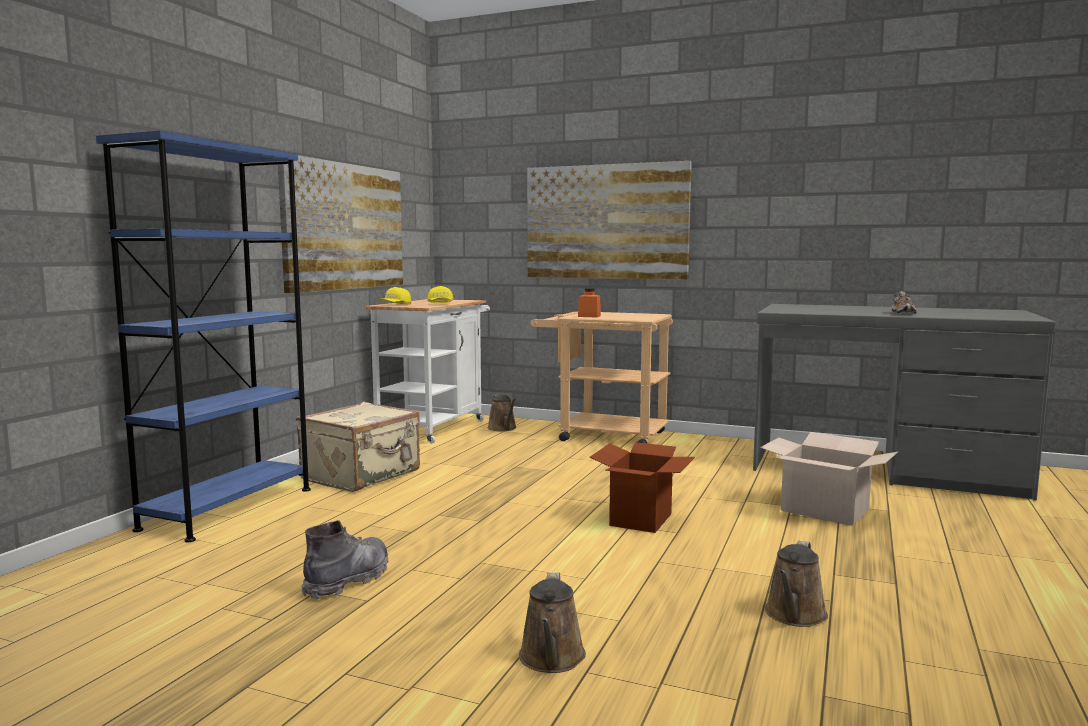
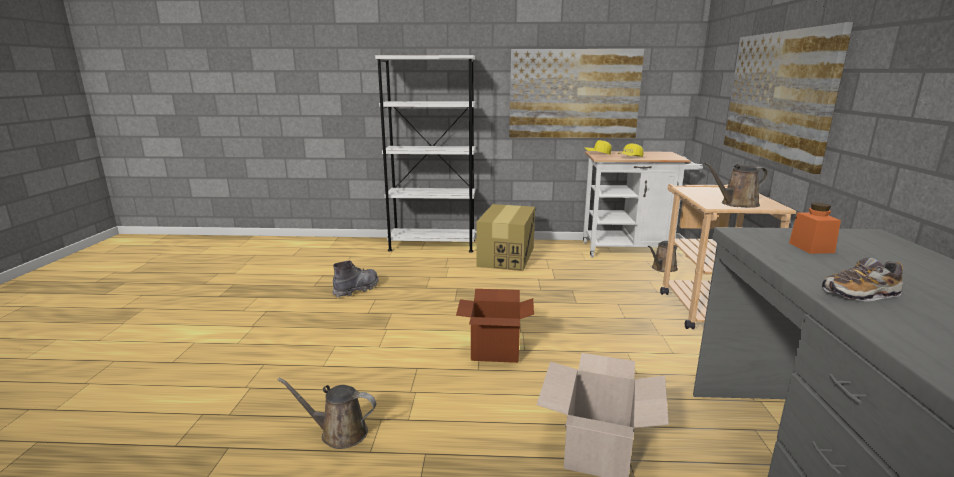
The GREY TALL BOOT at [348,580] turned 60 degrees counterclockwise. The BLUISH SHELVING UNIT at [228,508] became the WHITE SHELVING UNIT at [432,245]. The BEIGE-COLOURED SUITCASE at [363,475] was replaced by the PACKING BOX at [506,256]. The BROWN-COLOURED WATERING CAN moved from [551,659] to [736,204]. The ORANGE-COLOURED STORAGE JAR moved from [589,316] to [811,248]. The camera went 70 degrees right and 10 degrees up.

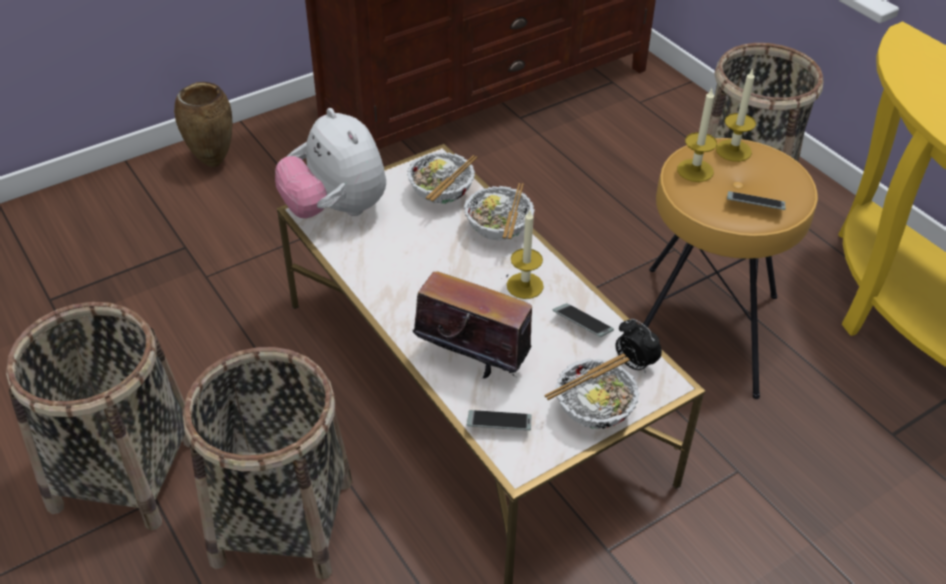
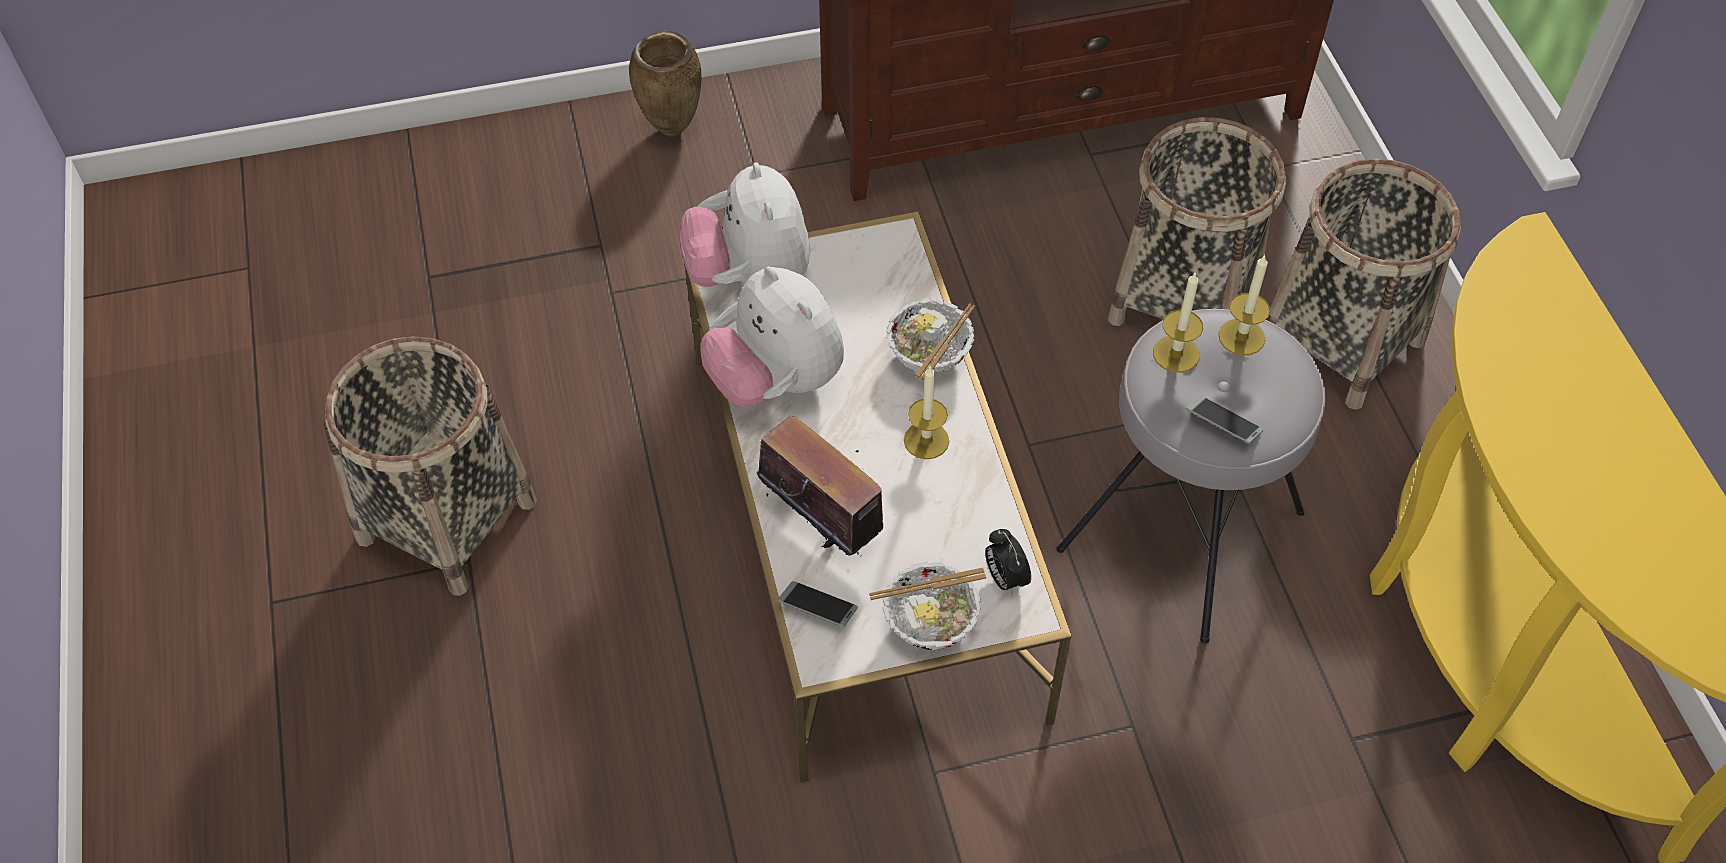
The PLUSH TOY at [776,381] appeared. The BROWN-COLOURED STOOL SEAT at [702,329] became the GREY STOOL SEAT at [1183,531]. The HOUSEHOLD BASKET moved from [282,521] to [1182,300]. The BOWL at [442,194] disappeared. The PHONE at [582,324] disappeared. The camera went 20 degrees right and 10 degrees up.

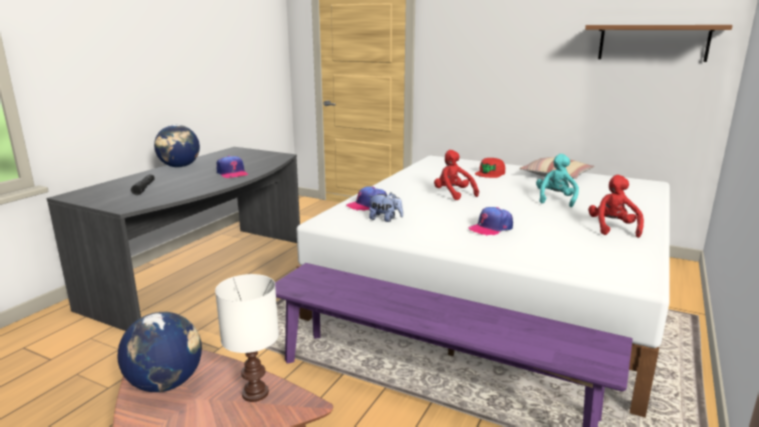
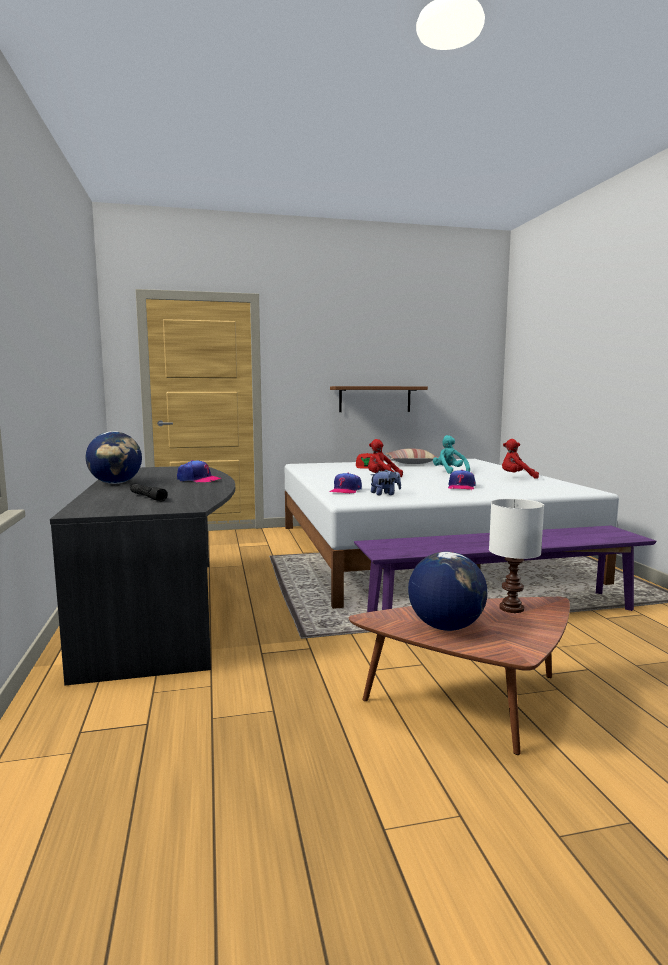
The BROWN-COLOURED SHELF moved from [653,42] to [375,399]. The RED-COLOURED PLUSH TOY at [612,228] turned 45 degrees counterclockwise. The camera went 40 degrees left and 10 degrees down.

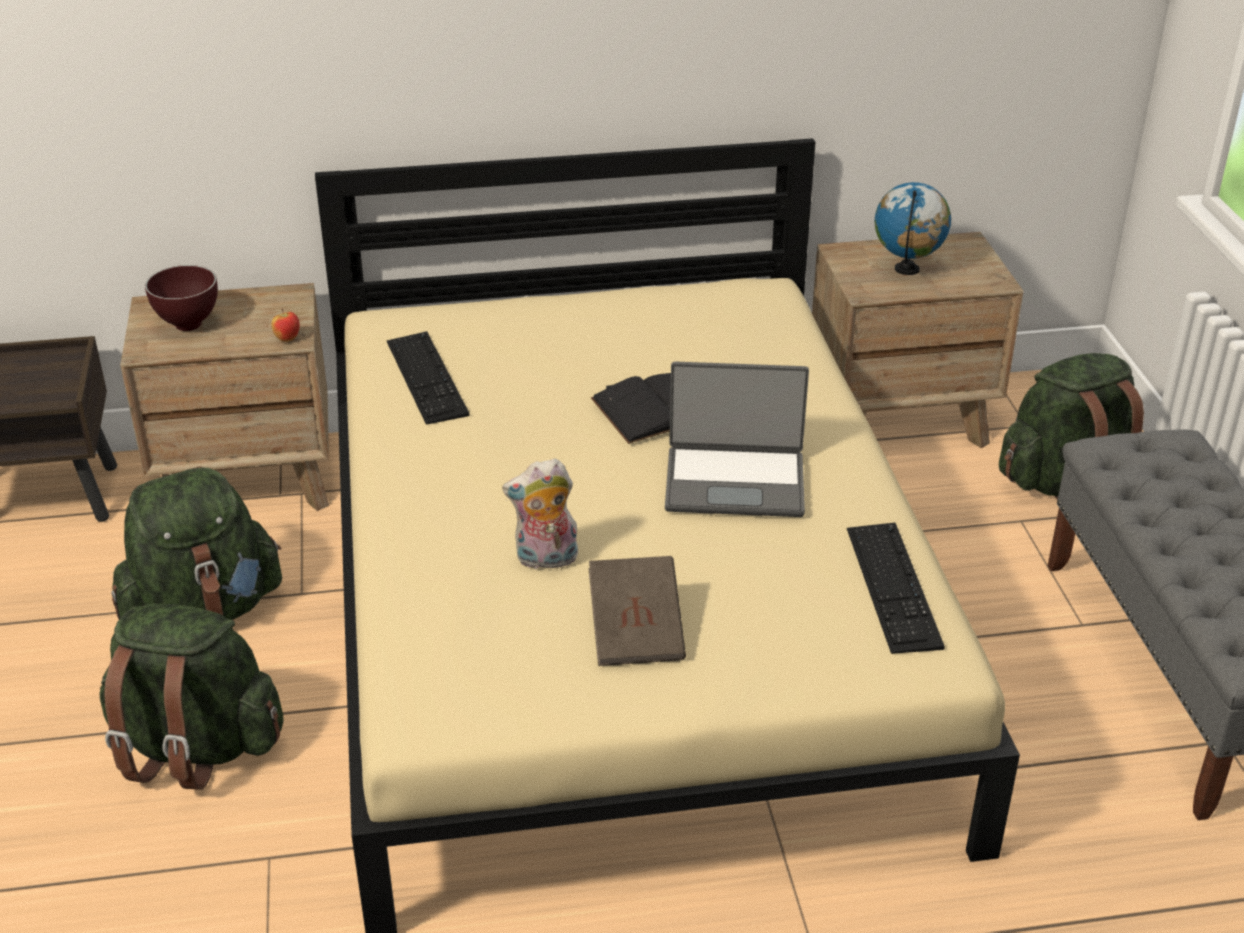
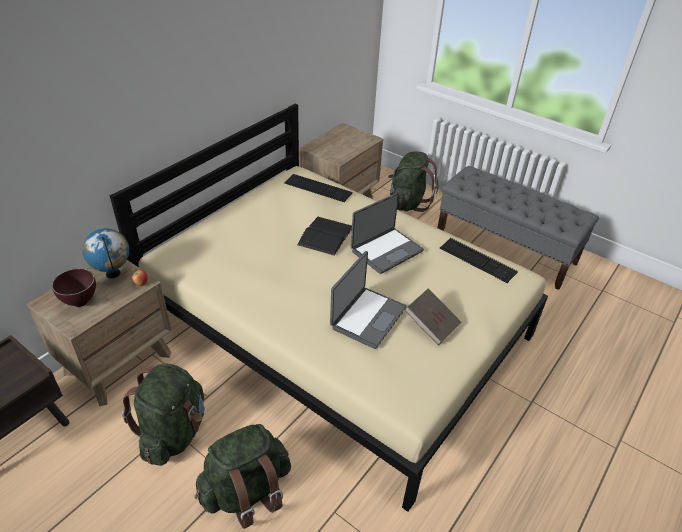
The DESK GLOBE moved from [907,270] to [113,274]. The KEYBOARD moved from [426,377] to [318,188]. The PLUSH TOY at [545,560] was replaced by the NOTEBOOK COMPUTER at [367,317]. The camera went 45 degrees left and 5 degrees up.

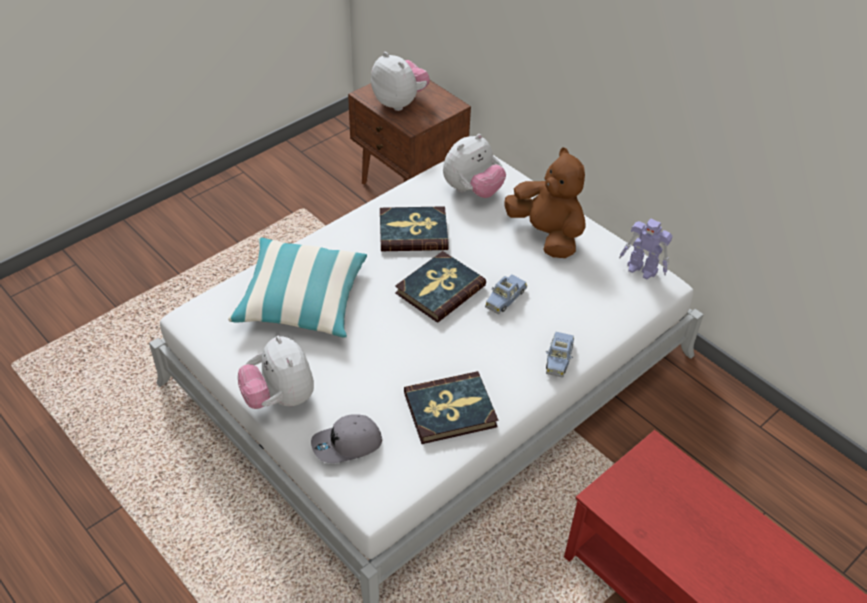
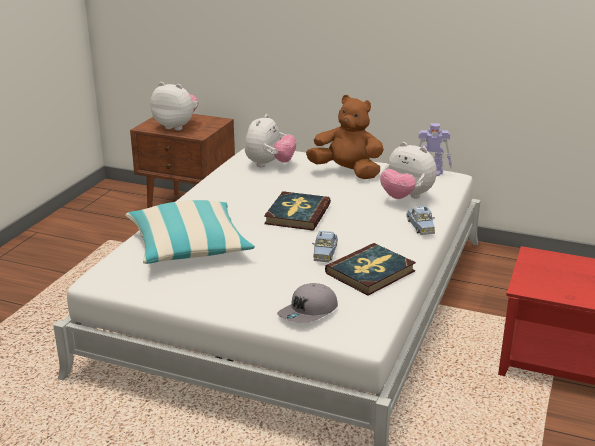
The BLUISH MODEL CAR moved from [505,298] to [325,252]. The PLUSH TOY moved from [280,398] to [406,197]. The BOUND BOOK at [413,232] disappeared. The camera went 25 degrees left and 20 degrees down.

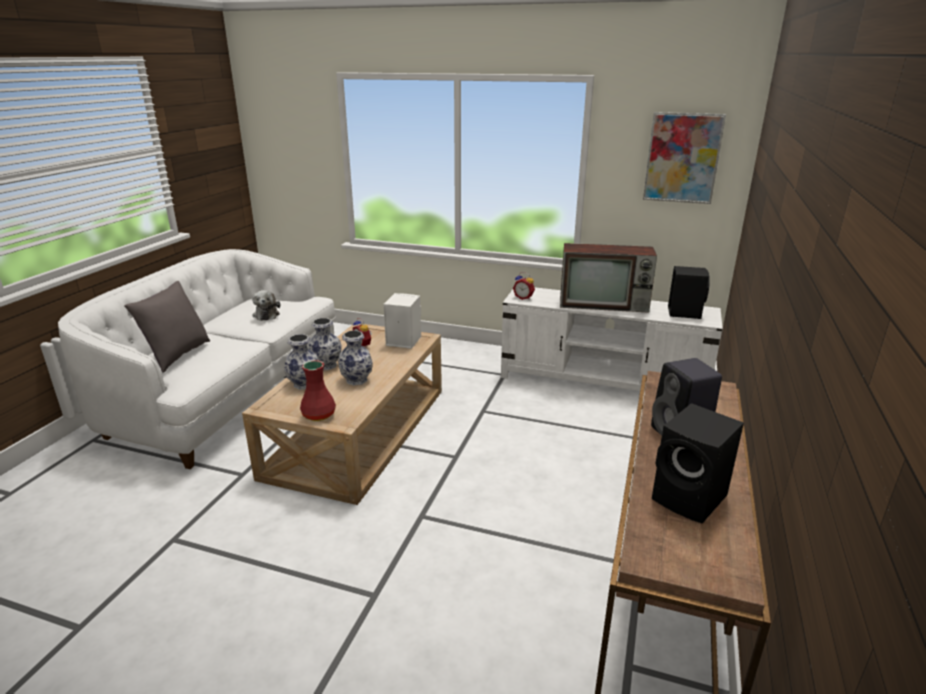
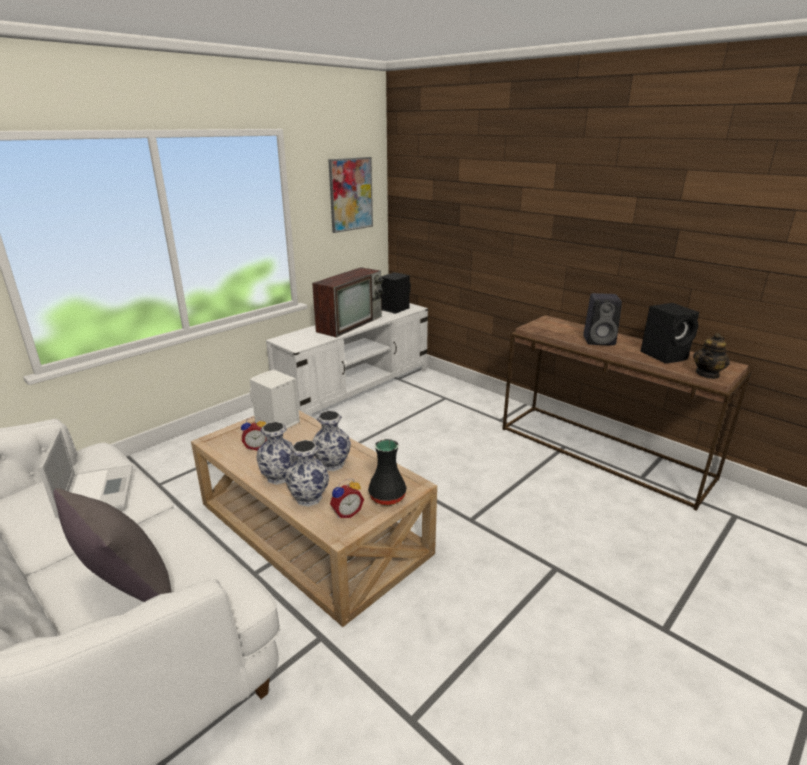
The PLUSH TOY at [266,314] was replaced by the NOTEBOOK COMPUTER at [97,491]. The TABLE CLOCK moved from [524,298] to [346,513]. The RED-COLOURED FLOWER VASE at [318,414] became the BLACK-COLOURED FLOWER VASE at [386,497]. The POT FOR TEA at [707,374] appeared. The camera went 65 degrees left and 0 degrees up.

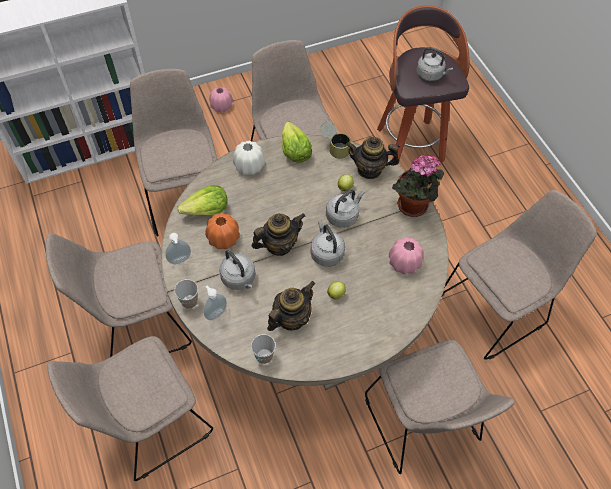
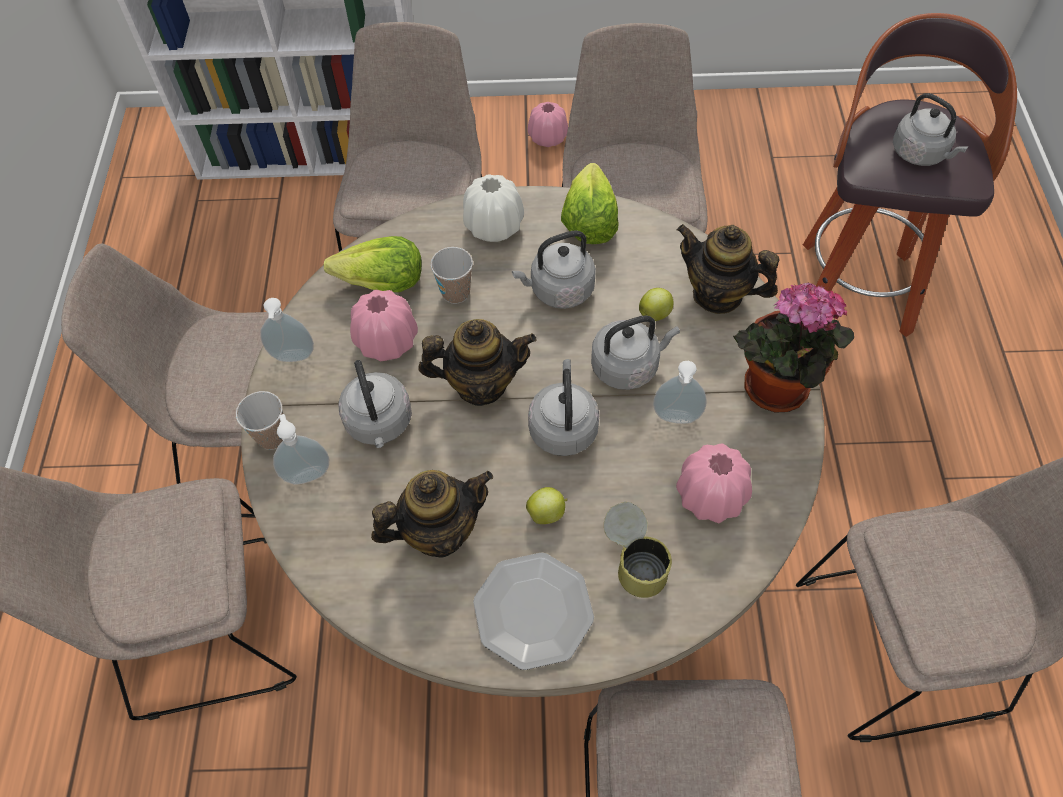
The ORANGE-COLOURED FLOWER VASE at [223,238] became the PINKISH FLOWER VASE at [387,341]. The SMALL CUP moved from [264,356] to [455,293]. The FLAT DISH at [533,611] appeared. The GREY KETTLE at [558,290] appeared. The CAN moved from [334,147] to [634,561]. The LIQUID SOAP BOTTLE at [676,419] appeared. The camera went 25 degrees right and 0 degrees up.

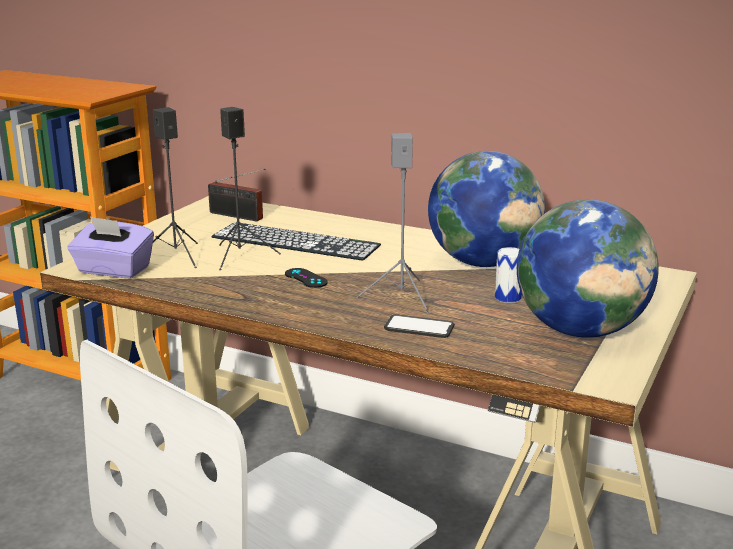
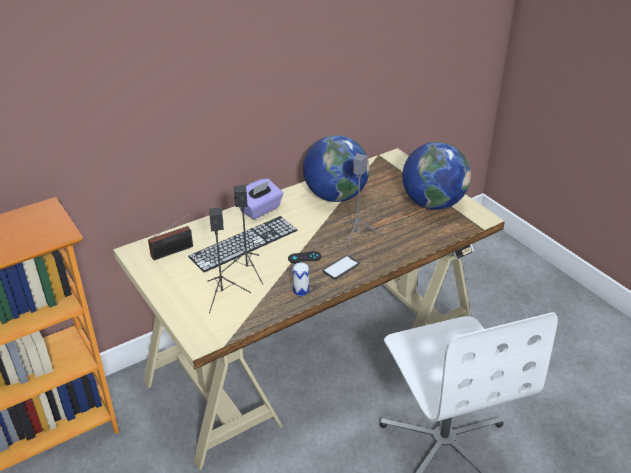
The PURPLISH BOX OF TISSUES moved from [113,270] to [260,209]. The CAN moved from [508,297] to [301,290]. The PHONE moved from [419,327] to [341,268]. The camera went 60 degrees left and 15 degrees up.

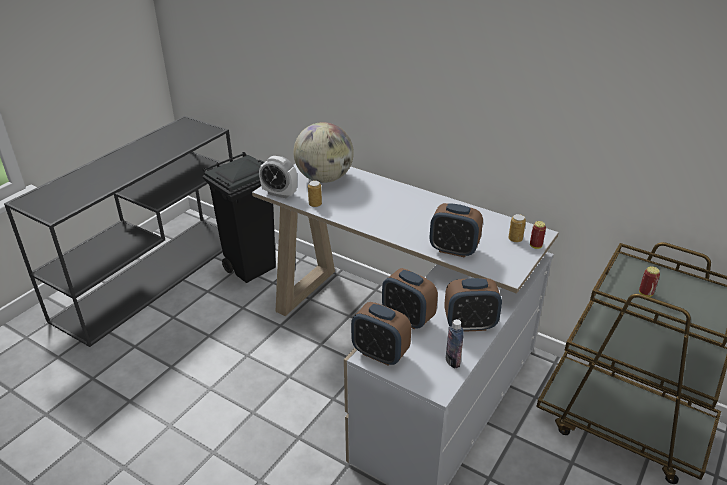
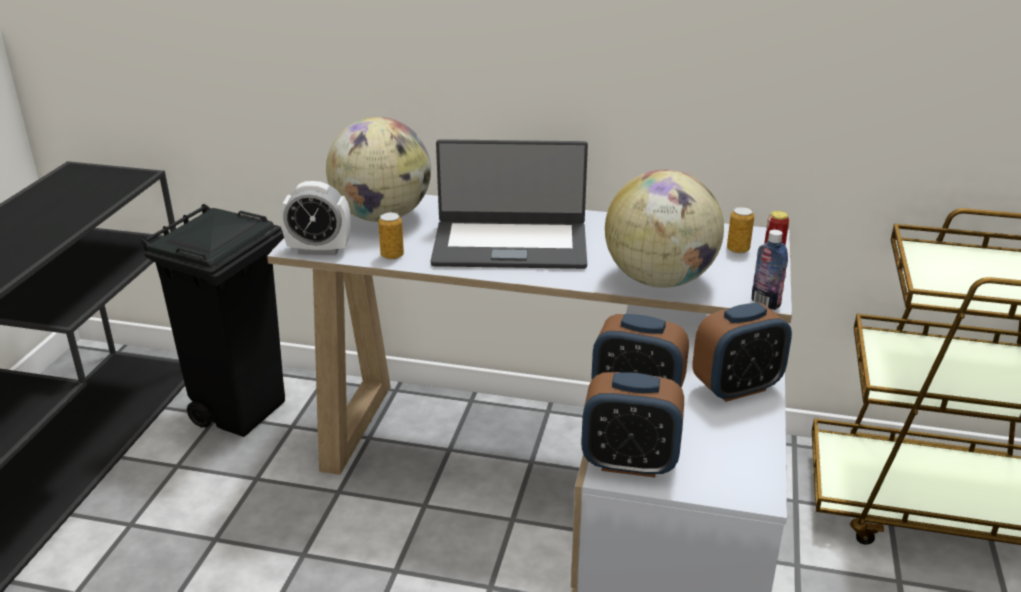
The NOTEBOOK COMPUTER at [510,244] appeared. The TABLE CLOCK at [453,250] was replaced by the DESK GLOBE at [659,280]. The DRINK BOTTLE moved from [452,361] to [765,303]. The CAN at [645,293] disappeared. The camera went 20 degrees left and 5 degrees down.

